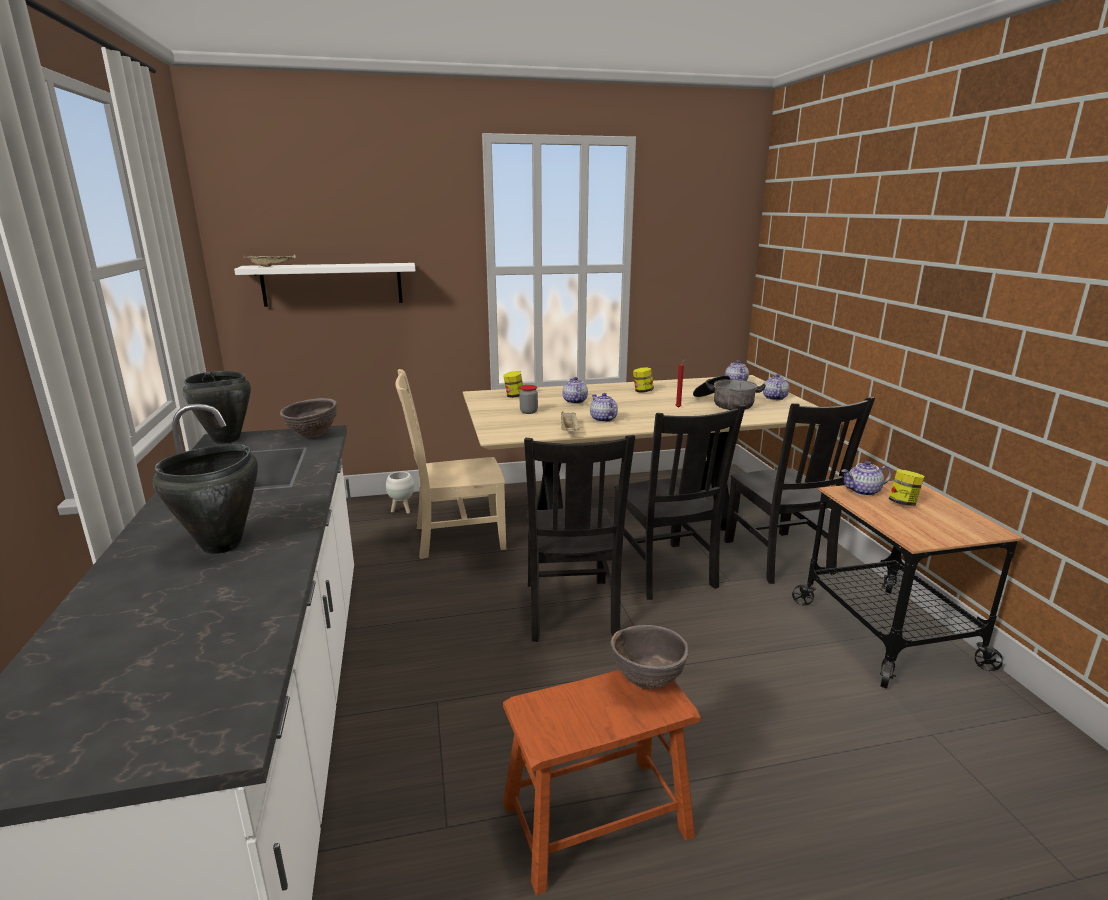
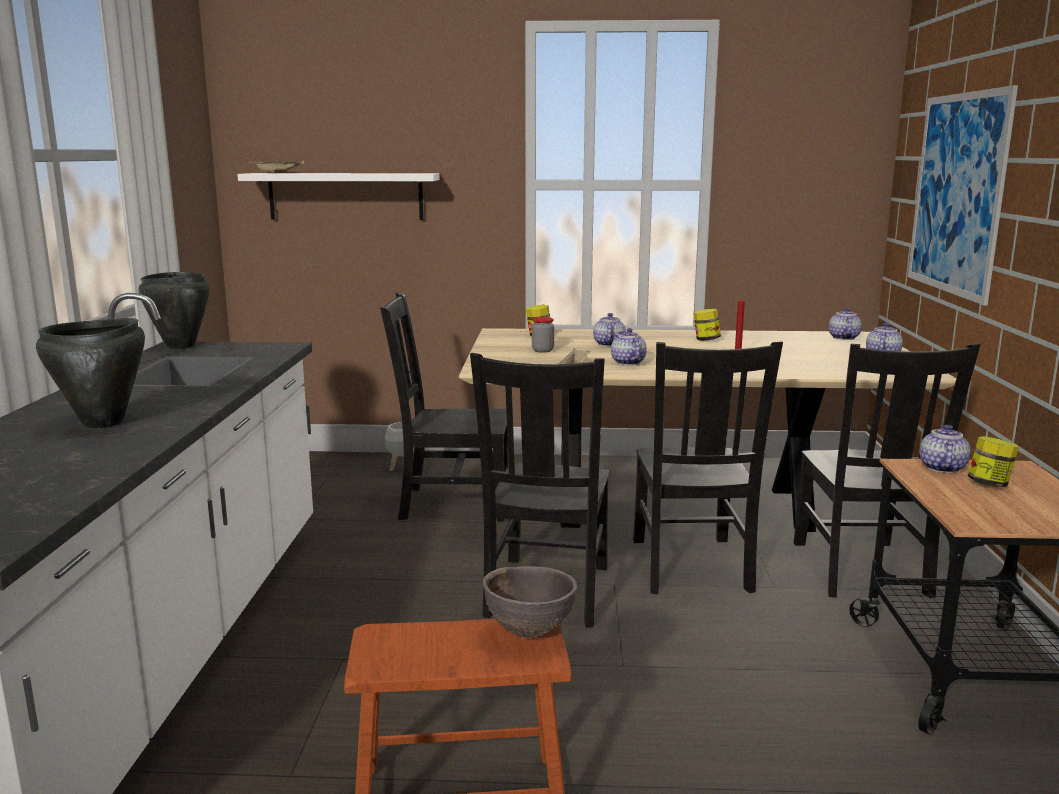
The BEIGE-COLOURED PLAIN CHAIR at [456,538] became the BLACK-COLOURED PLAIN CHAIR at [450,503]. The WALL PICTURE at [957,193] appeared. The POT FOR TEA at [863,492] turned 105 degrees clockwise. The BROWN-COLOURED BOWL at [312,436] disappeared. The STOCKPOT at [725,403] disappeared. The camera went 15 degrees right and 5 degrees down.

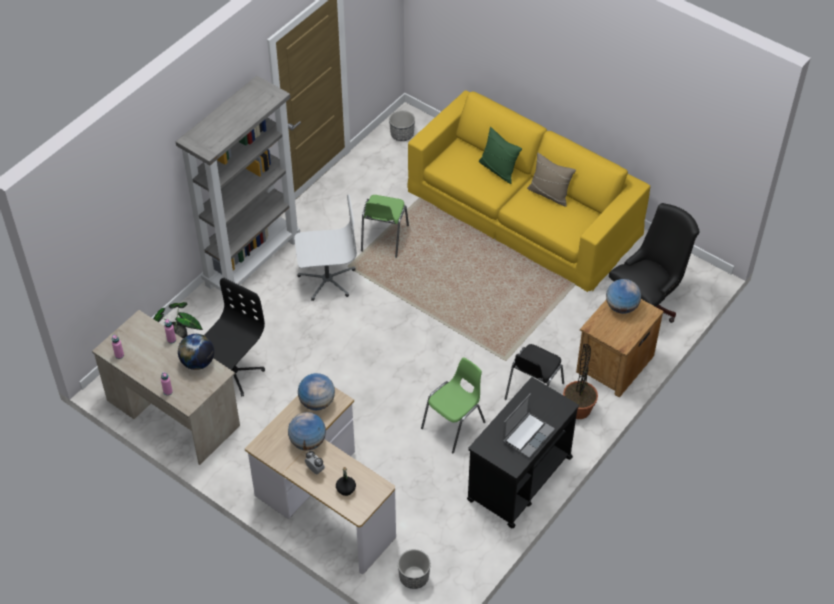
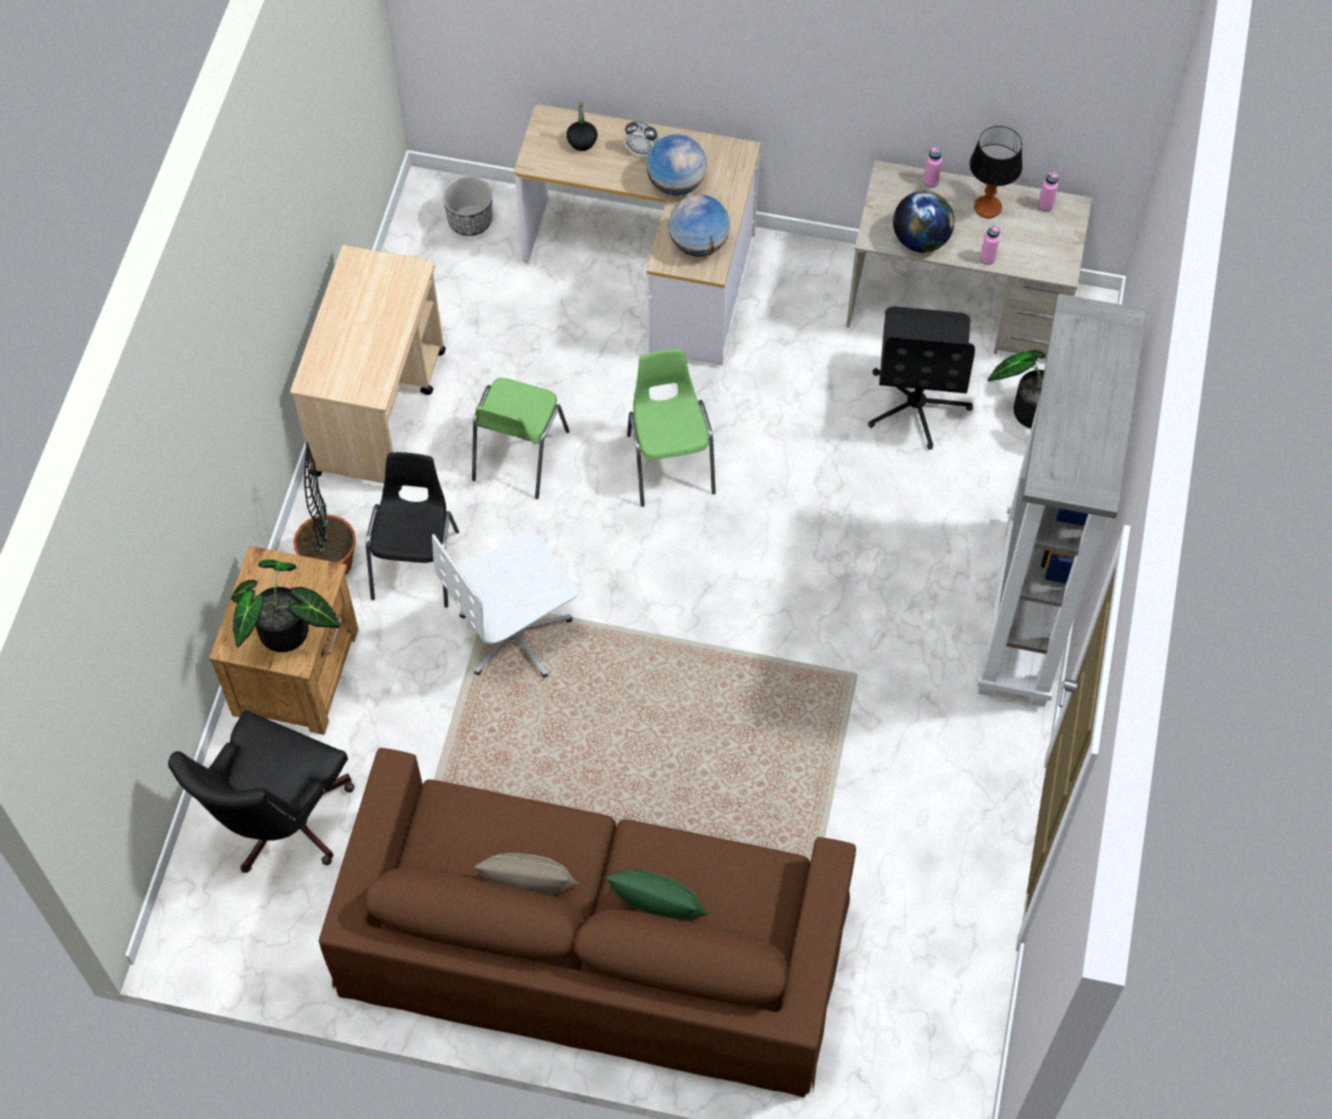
The DESK GLOBE at [621,307] was replaced by the POTTED PLANT at [287,635]. The BLACK-COLOURED TROLLEY at [519,479] became the BEIGE-COLOURED TROLLEY at [380,411]. The YELLOW COUCH at [524,211] became the BROWN-COLOURED COUCH at [593,946]. The WHITE DESK CHAIR moved from [327,280] to [515,634]. The GREENISH PLAIN CHAIR moved from [383,238] to [670,463]. The LAMP FOR A TABLE at [988,207] appeared. The PLANT POT at [402,134] disappeared. The NOTEBOOK COMPUTER at [528,435] disappeared. The camera went 155 degrees right and 10 degrees up.

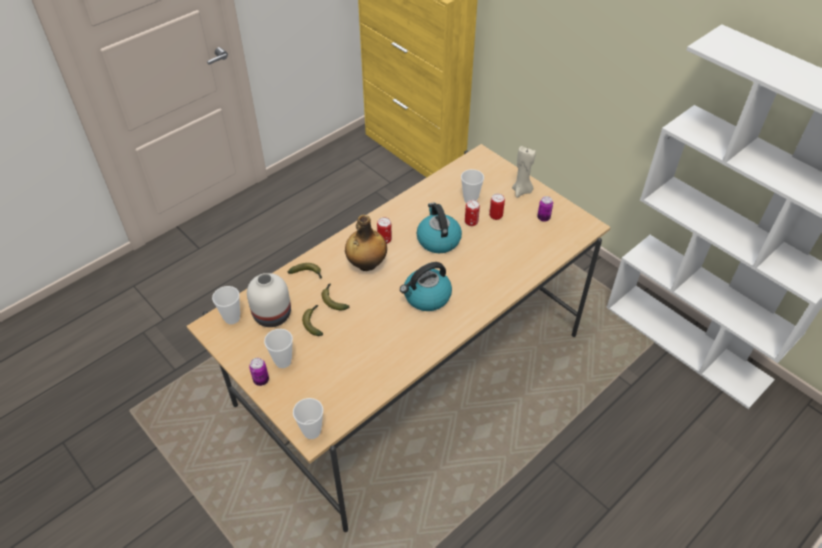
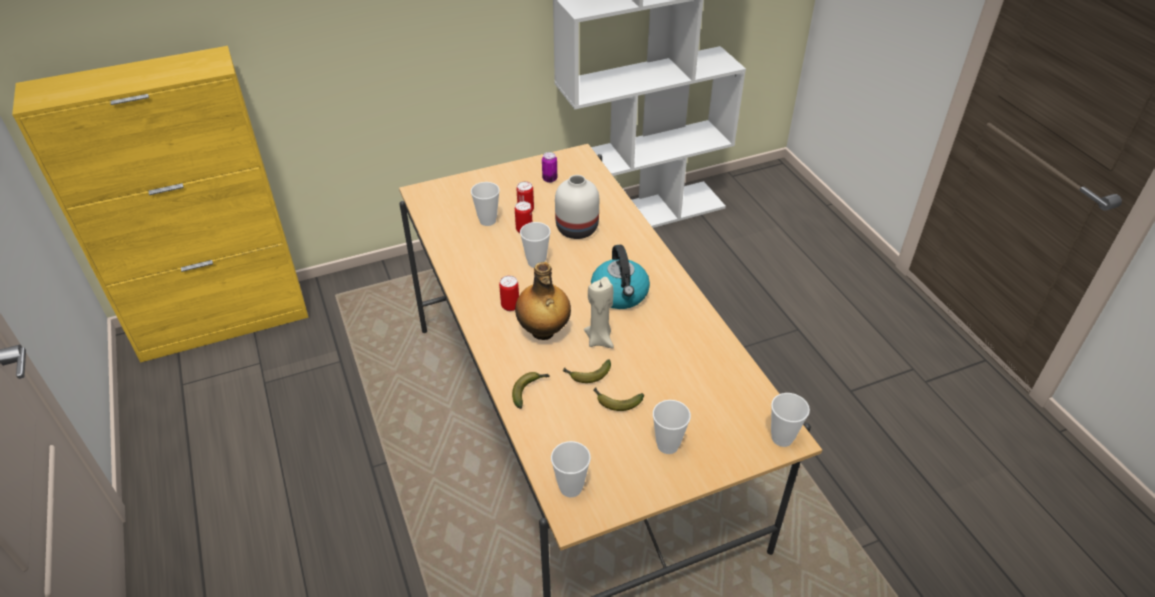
The KETTLE at [438,239] was replaced by the SMALL CUP at [536,262]. The WHITE FLOWER VASE moved from [273,314] to [576,228]. The BEIGE-COLOURED WAX LIGHT moved from [521,191] to [600,339]. The CAN at [261,380] disappeared. The camera went 70 degrees left and 5 degrees down.

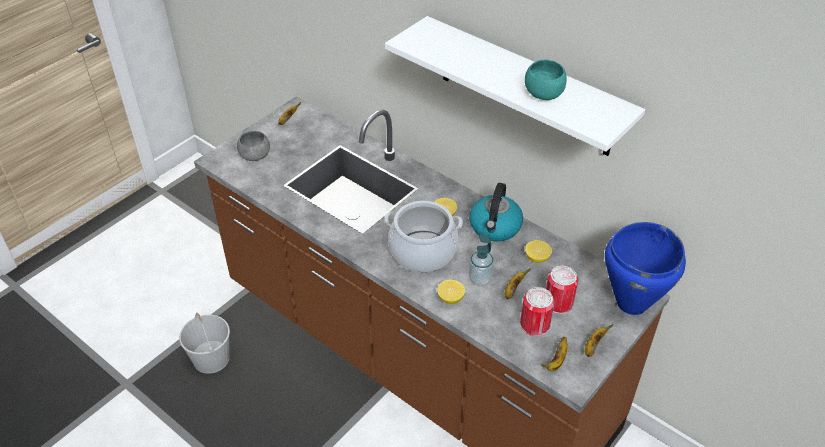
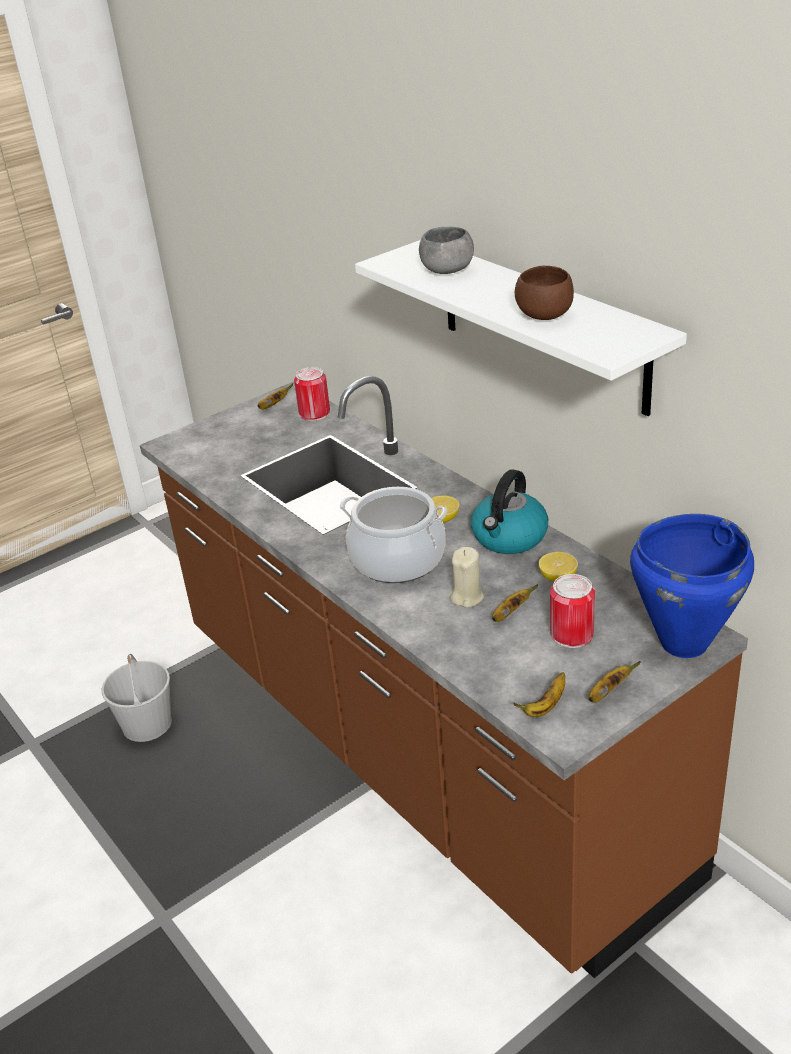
The CAN moved from [534,324] to [314,413]. The GREY BOWL moved from [255,156] to [447,270]. The LIQUID SOAP BOTTLE at [480,279] was replaced by the BEIGE-COLOURED WAX LIGHT at [466,597]. The BLUE-GREEN BOWL at [543,94] became the BROWN-COLOURED BOWL at [544,315]. The WHOLE LEMON at [450,298] disappeared. The camera went 15 degrees right and 10 degrees down.

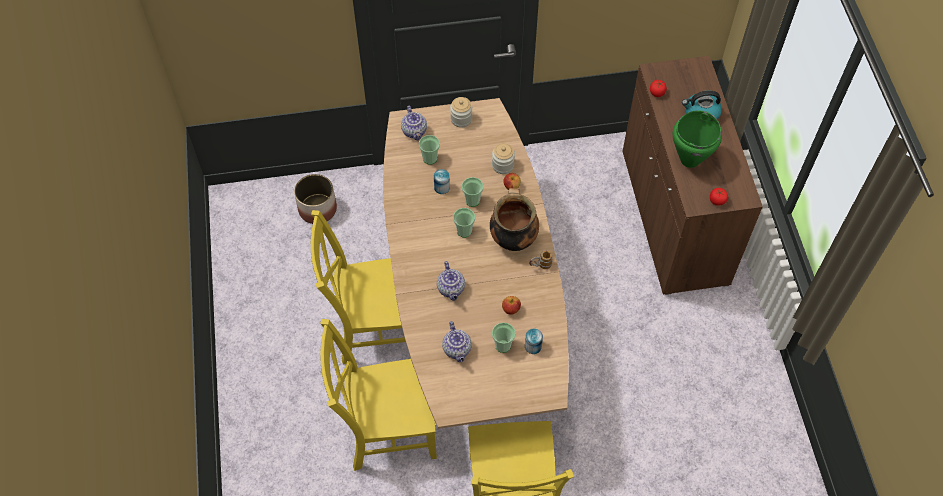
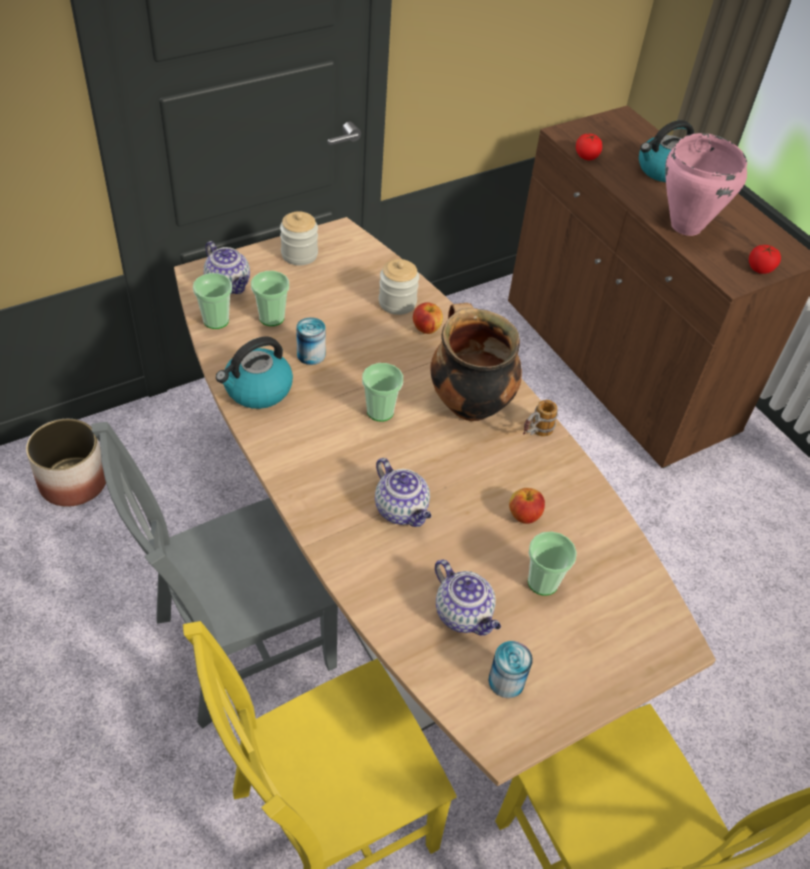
The YELLOW PLAIN CHAIR at [374,327] became the GREY PLAIN CHAIR at [237,645]. The SMALL CUP moved from [472,200] to [216,320]. The KETTLE at [257,390] appeared. The CAN moved from [533,346] to [506,681]. The GREENISH STOCKPOT at [689,160] became the PINKISH STOCKPOT at [685,226]. The camera went 25 degrees left and 10 degrees down.

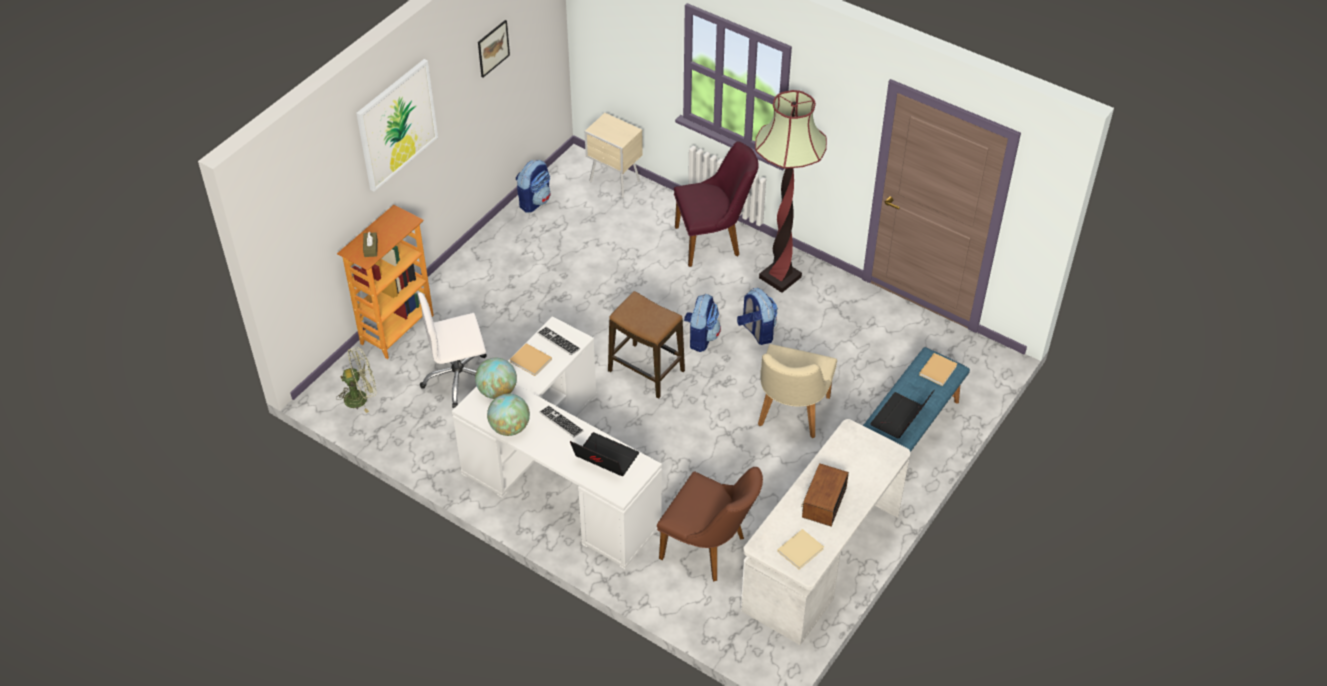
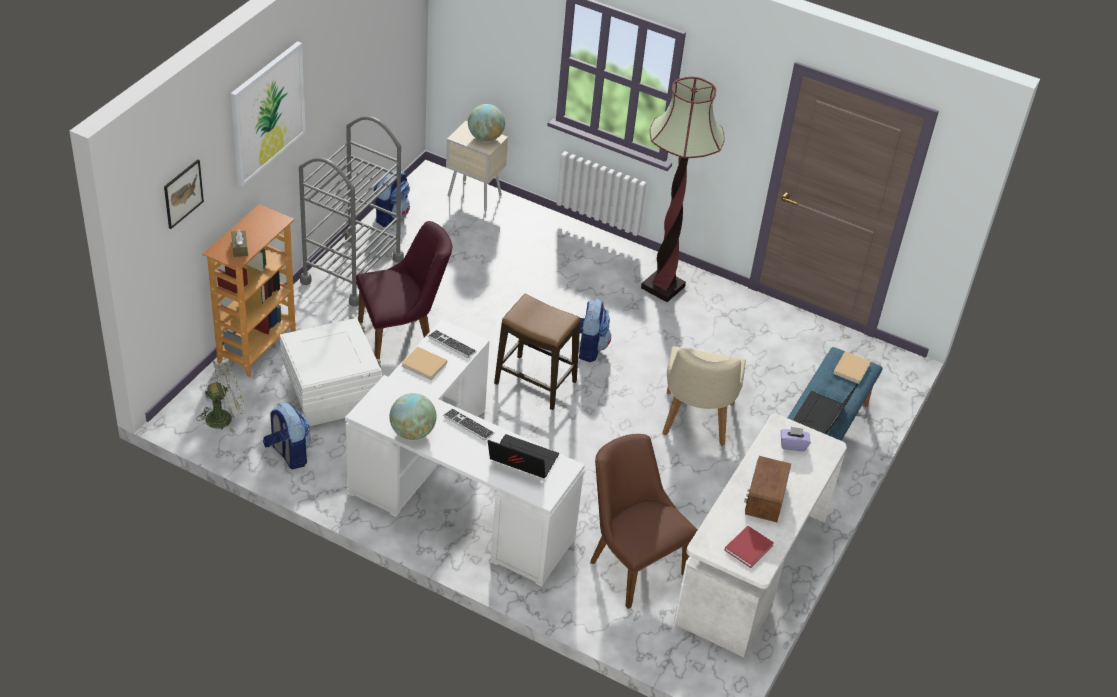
The WALL PICTURE moved from [493,48] to [183,193]. The KNAPSACK moved from [756,332] to [288,454]. The WHITE DESK CHAIR at [458,379] was replaced by the WHITE STORAGE BIN at [332,395]. The GREY TROLLEY at [352,270] appeared. The PURPLISH PLAIN CHAIR moved from [714,241] to [403,336]. The DESK GLOBE moved from [497,391] to [485,137]. The BROWN-COLOURED PLAIN CHAIR at [710,550] turned 150 degrees counterclockwise. The BEIGE-COLOURED BOUND BOOK at [801,549] became the RED-COLOURED BOUND BOOK at [749,547]. The PURPLISH BOX OF TISSUES at [793,445] appeared. The camera went 10 degrees left and 5 degrees down.

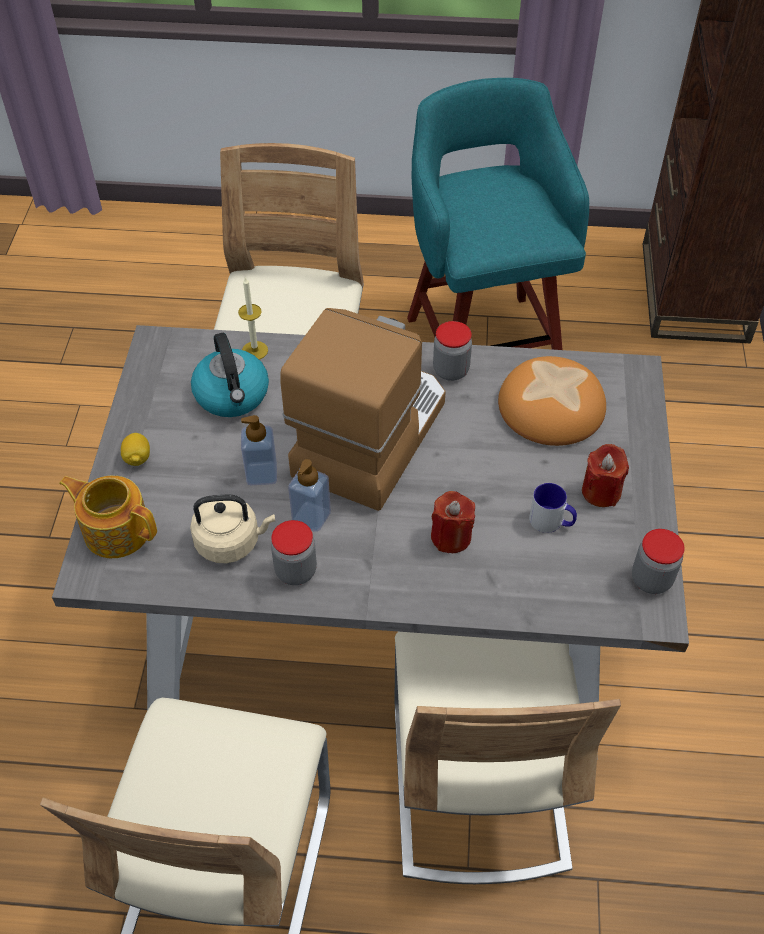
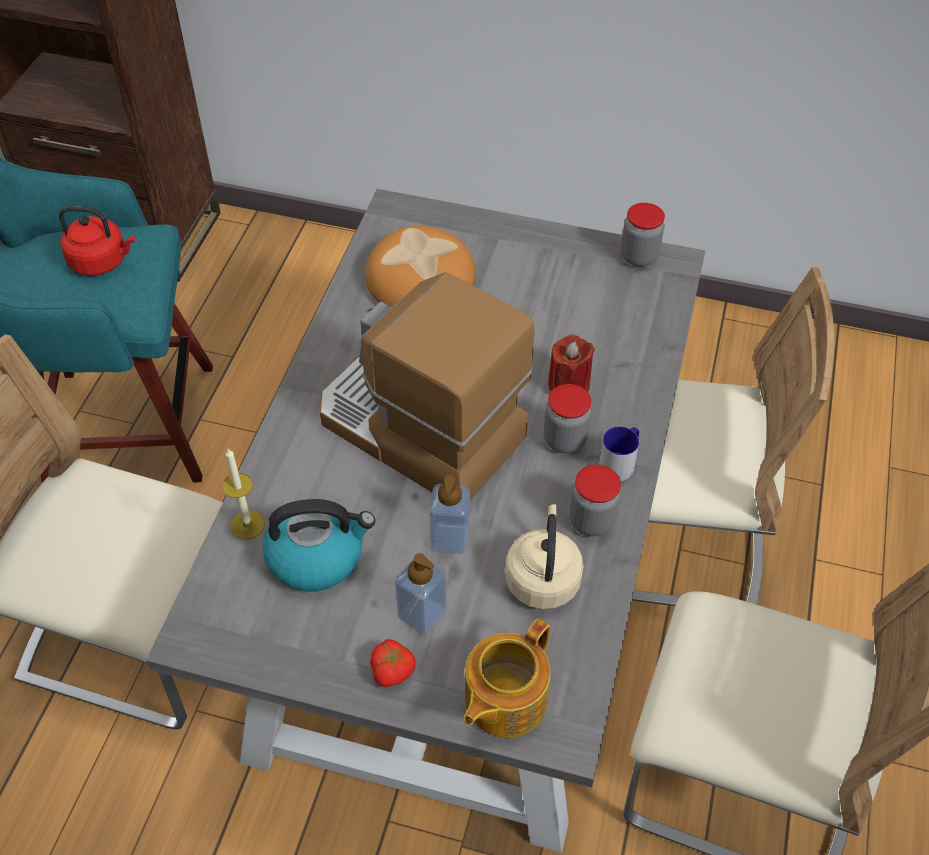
The RED-COLOURED KETTLE at [102,261] appeared. The WHOLE LEMON at [137,458] was replaced by the TOMATO at [393,670]. The LIQUID SOAP BOTTLE moved from [311,517] to [422,614]. The STORAGE JAR moved from [451,370] to [564,440]. The MUG moved from [551,522] to [620,462]. The RED-COLOURED WAX LIGHT at [601,491] disappeared. The camera went 80 degrees left and 0 degrees up.

